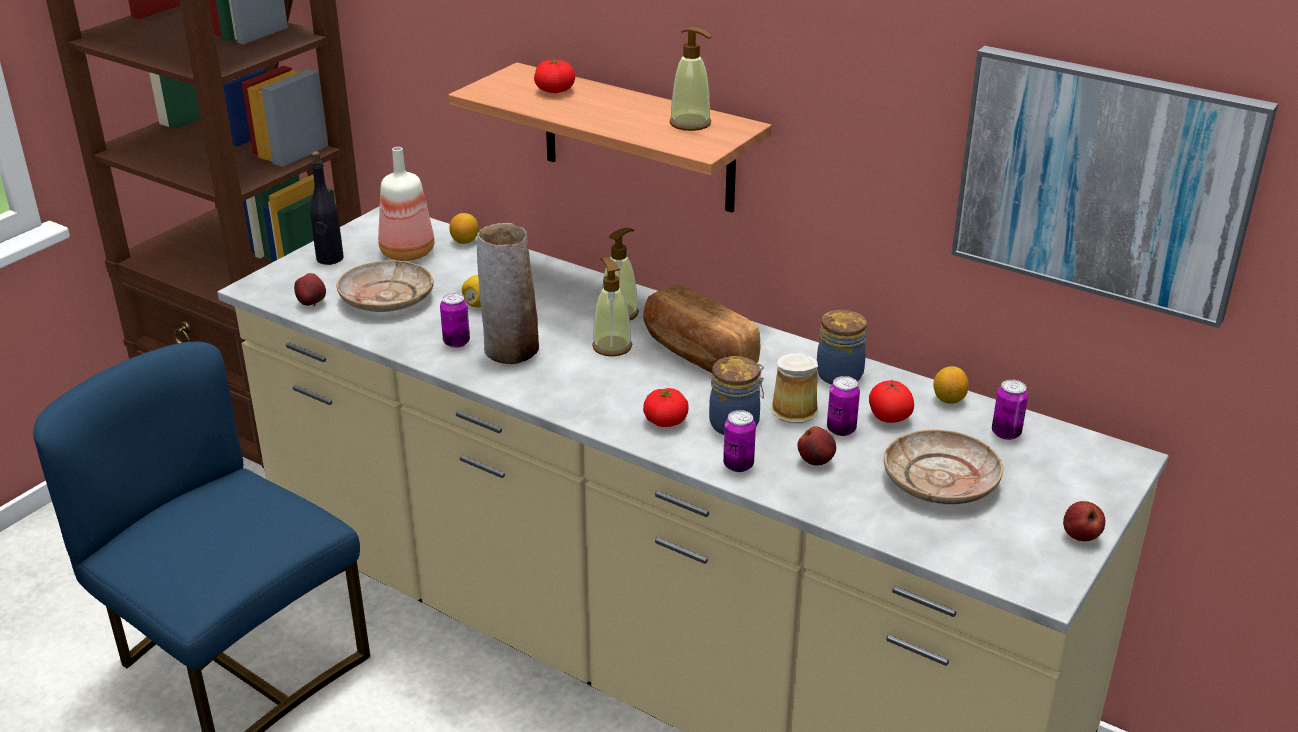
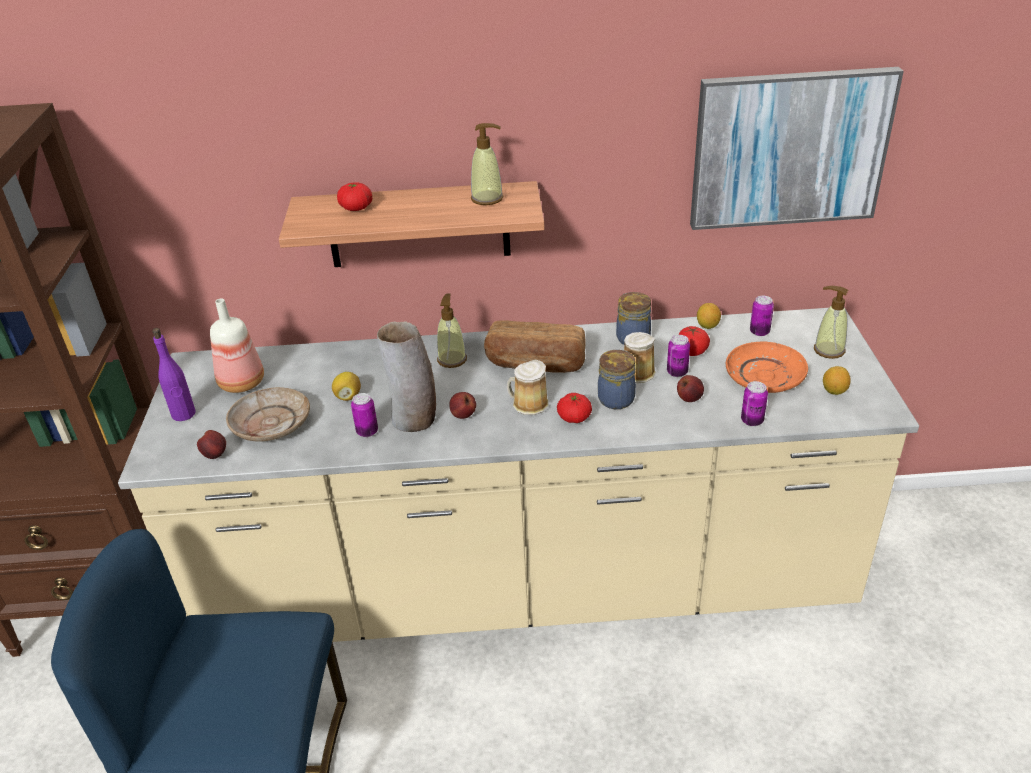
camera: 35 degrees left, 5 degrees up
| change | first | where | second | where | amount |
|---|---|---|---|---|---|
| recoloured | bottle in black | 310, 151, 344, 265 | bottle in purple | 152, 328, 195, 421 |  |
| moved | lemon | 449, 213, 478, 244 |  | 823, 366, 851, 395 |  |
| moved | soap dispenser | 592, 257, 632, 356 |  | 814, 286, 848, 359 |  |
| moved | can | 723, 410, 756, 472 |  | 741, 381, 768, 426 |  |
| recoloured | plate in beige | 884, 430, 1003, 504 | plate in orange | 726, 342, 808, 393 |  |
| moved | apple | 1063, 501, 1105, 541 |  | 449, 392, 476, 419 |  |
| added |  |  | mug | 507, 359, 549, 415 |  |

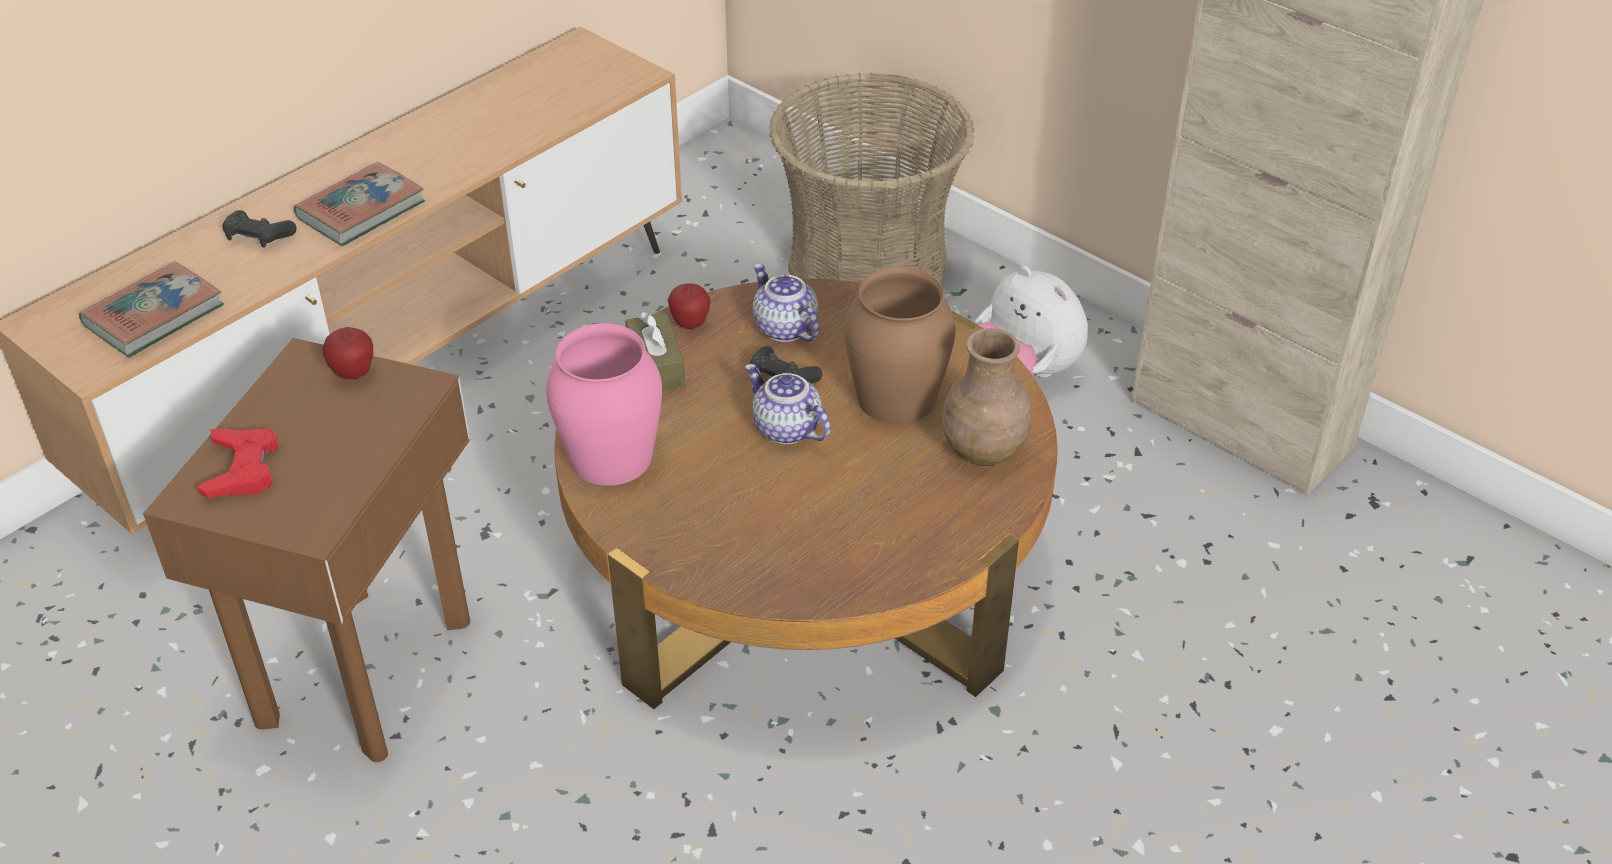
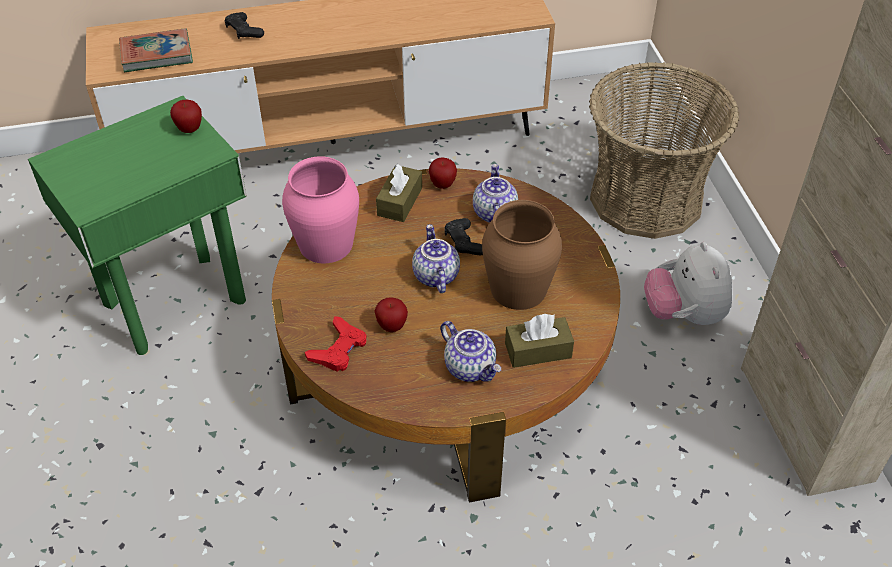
camera: 35 degrees right, 5 degrees up
| change | first | where | second | where | amount |
|---|---|---|---|---|---|
| removed | book | 294, 162, 425, 246 |  |  |  |
| replaced | vase in brown | 941, 328, 1031, 466 | tissue box in brown | 505, 314, 574, 368 |  |
| recoloured | side table in brown | 143, 338, 470, 762 | side table in green | 28, 96, 247, 355 |  |
| moved | game controller in red | 197, 428, 278, 498 |  | 305, 316, 367, 372 |  |
| added |  |  | apple | 375, 297, 408, 332 |  |
| added |  |  | teapot | 441, 321, 501, 382 |  |

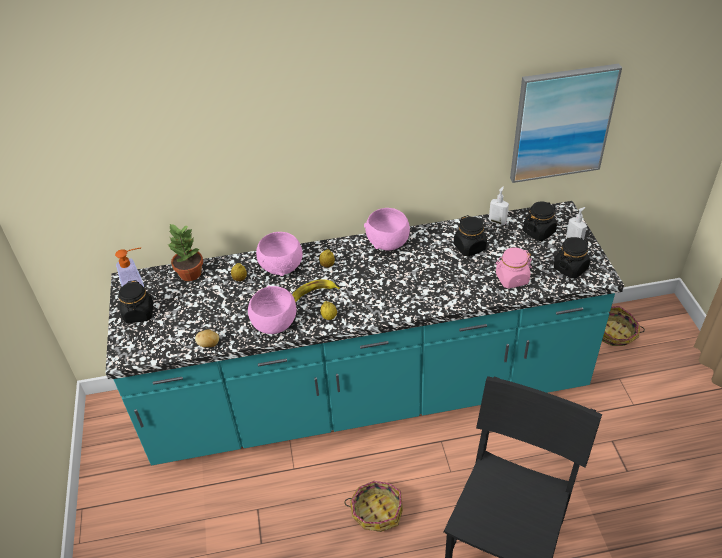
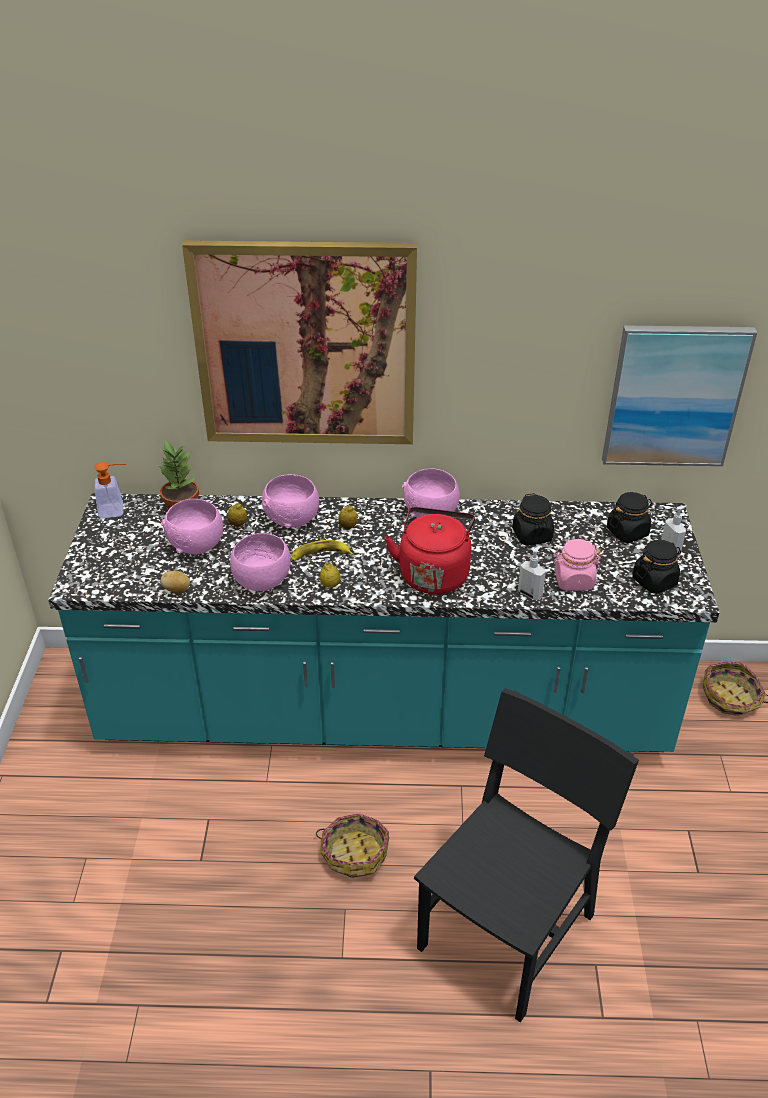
camera: 10 degrees right, 5 degrees down
| change | first | where | second | where | amount |
|---|---|---|---|---|---|
| moved | soap dispenser | 489, 187, 509, 225 |  | 518, 546, 546, 600 |  |
| removed | jar in black | 119, 280, 153, 323 |  |  |  |
| added |  |  | picture | 182, 240, 417, 444 |  |
| added |  |  | bowl in pink | 161, 499, 223, 555 |  |
| added |  |  | kettle in red | 385, 507, 475, 594 |  |

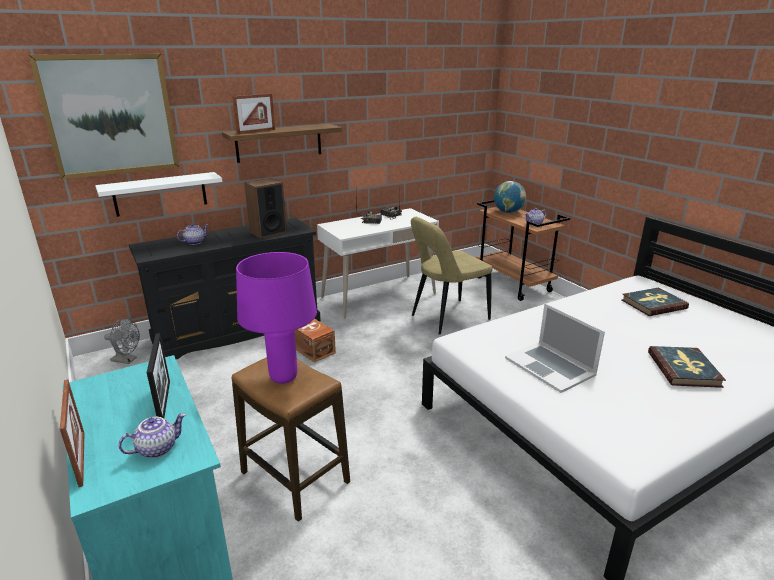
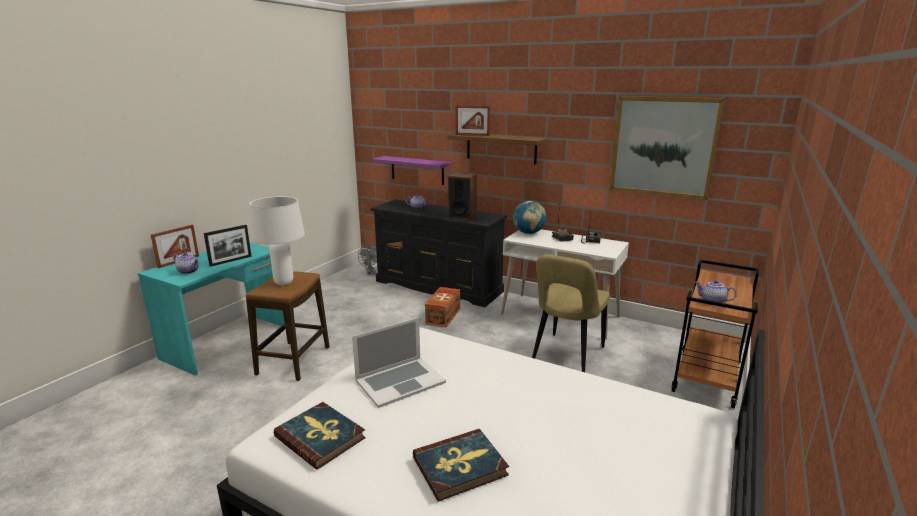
camera: 60 degrees right, 5 degrees down
| change | first | where | second | where | amount |
|---|---|---|---|---|---|
| moved | picture | 29, 54, 179, 180 |  | 610, 96, 725, 200 |  |
| recoloured | shelf in white | 95, 172, 223, 217 | shelf in purple | 372, 156, 451, 185 |  |
| moved | globe | 494, 181, 526, 213 |  | 513, 201, 546, 234 |  |
| turned | chair in beige | 411, 217, 493, 335 |  | 532, 254, 610, 372 | 90 degrees counterclockwise |
| recoloured | table lamp in purple | 236, 252, 317, 384 | table lamp in white | 249, 197, 305, 285 |  |
| moved | book | 621, 288, 689, 316 |  | 274, 402, 366, 470 |  |
| turned | laptop | 505, 303, 605, 393 |  | 352, 317, 446, 408 | 150 degrees counterclockwise |

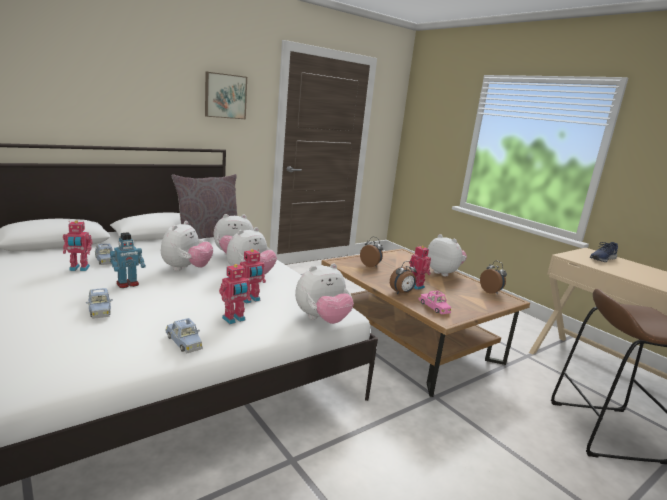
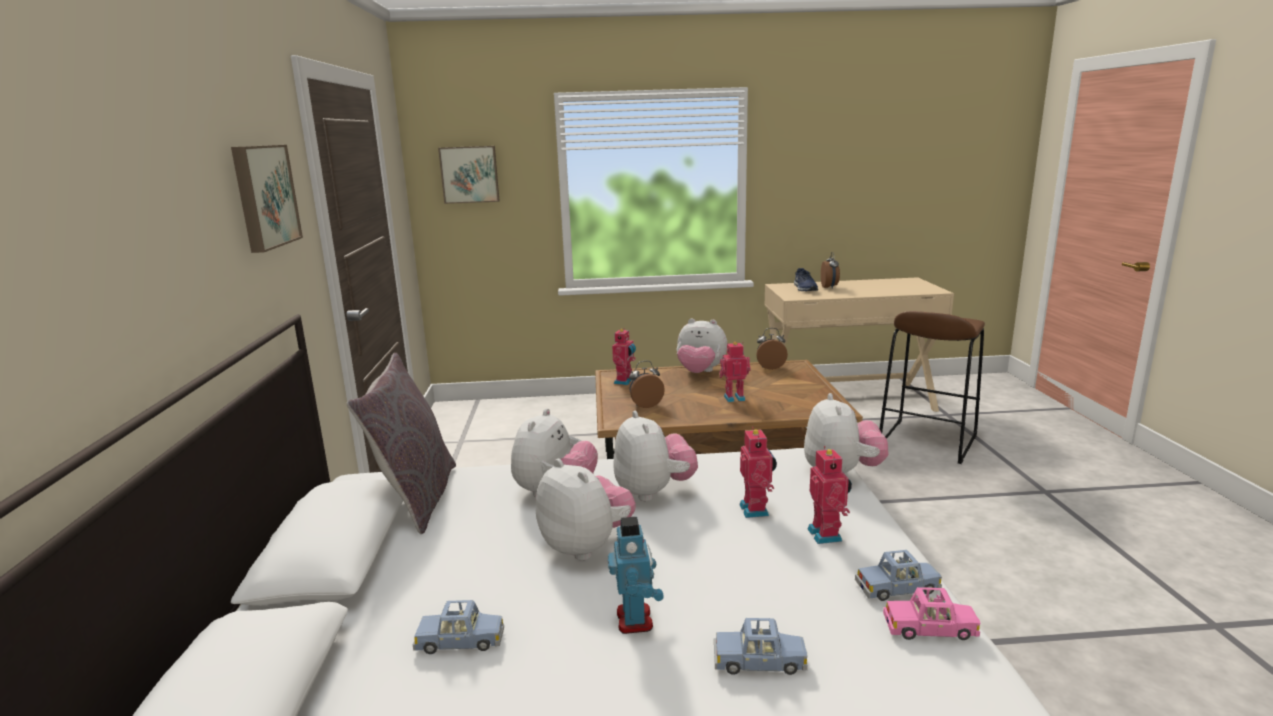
camera: 55 degrees left, 0 degrees up
| change | first | where | second | where | amount |
|---|---|---|---|---|---|
| moved | toy robot | 63, 220, 93, 271 |  | 612, 328, 636, 385 |  |
| turned | plush toy | 427, 234, 467, 277 |  | 676, 318, 727, 373 | 150 degrees counterclockwise |
| moved | alarm clock | 390, 261, 417, 294 |  | 821, 252, 840, 289 |  |
| moved | toy car in pink | 419, 291, 451, 314 |  | 883, 587, 980, 640 |  |
| added |  |  | picture | 438, 146, 499, 204 |  |

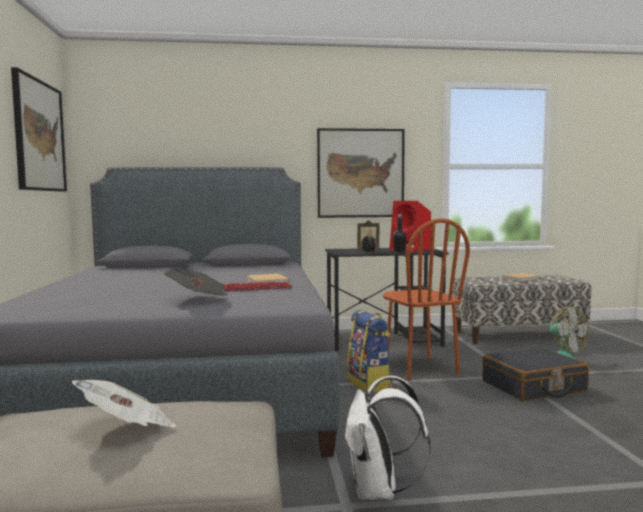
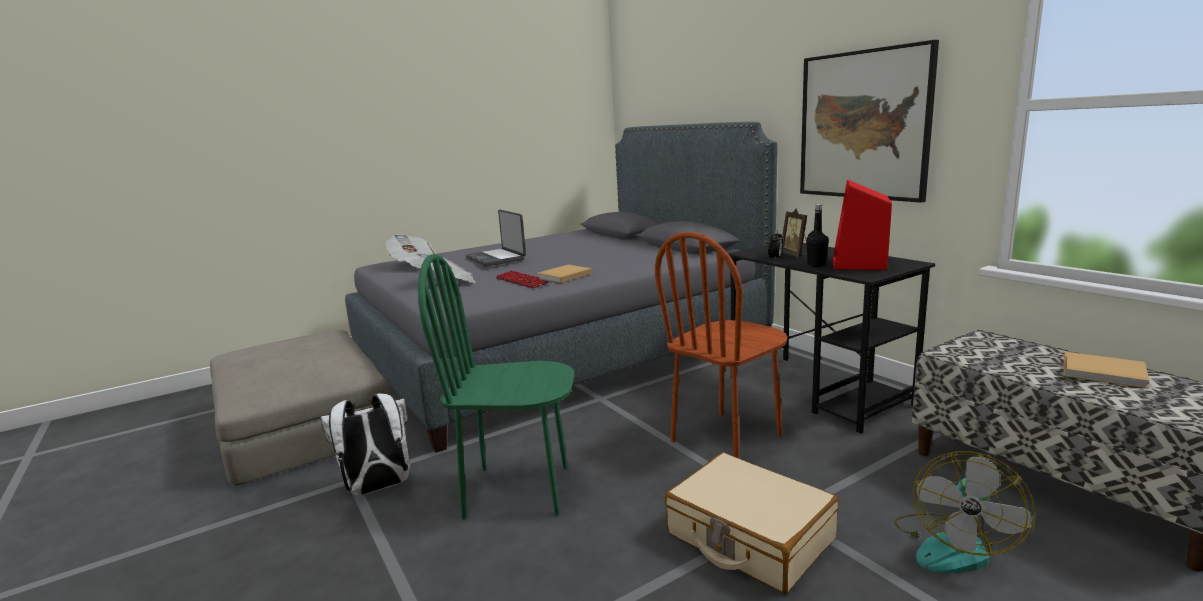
camera: 65 degrees right, 10 degrees up
| change | first | where | second | where | amount |
|---|---|---|---|---|---|
| removed | picture | 11, 67, 67, 192 |  |  |  |
| removed | backpack | 347, 310, 393, 393 |  |  |  |
| recoloured | suitcase in black | 482, 348, 589, 401 | suitcase in beige | 665, 453, 839, 594 |  |
| moved | newspaper | 72, 380, 176, 427 |  | 385, 234, 436, 268 |  |
| added |  |  | laptop | 465, 210, 526, 266 |  |
| added |  |  | chair in green | 418, 254, 574, 520 |  |

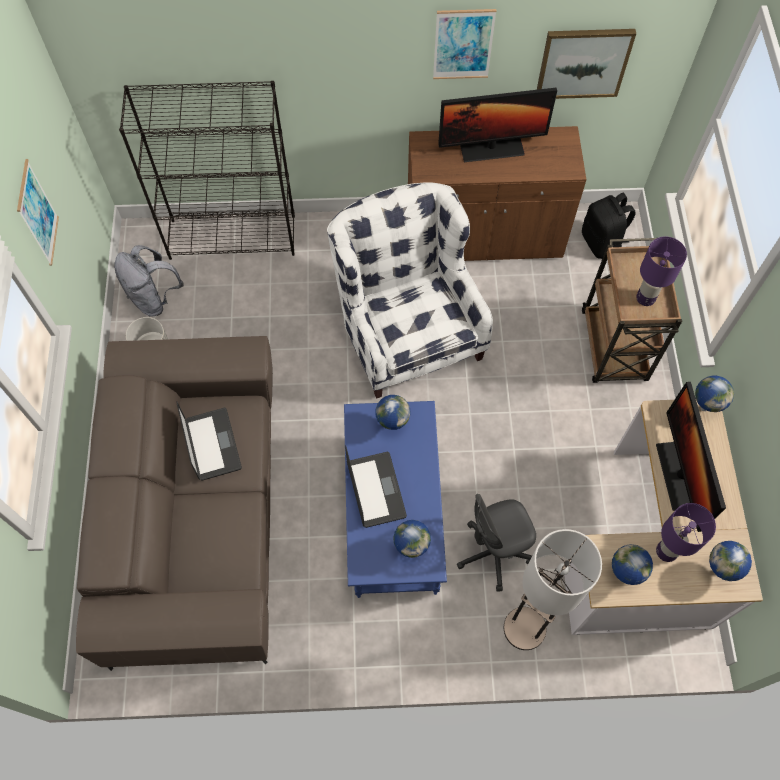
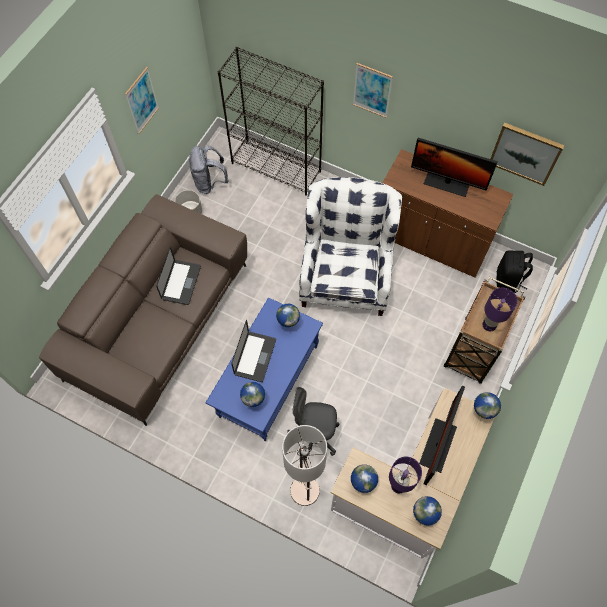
camera: 30 degrees right, 0 degrees up
| change | first | where | second | where | amount |
|---|---|---|---|---|---|
| moved | picture | 433, 9, 496, 79 |  | 353, 63, 393, 118 |  |

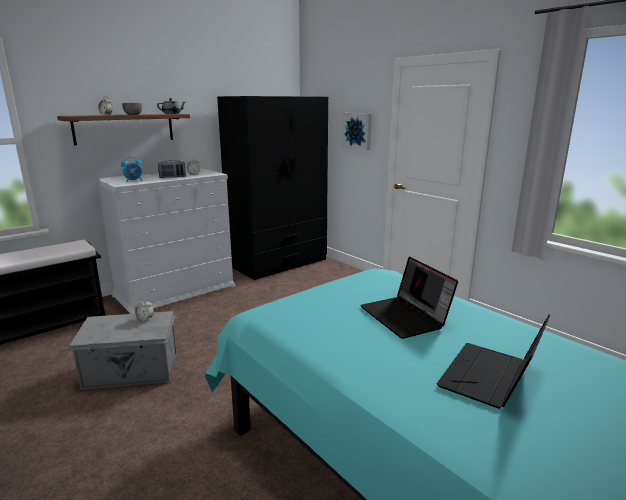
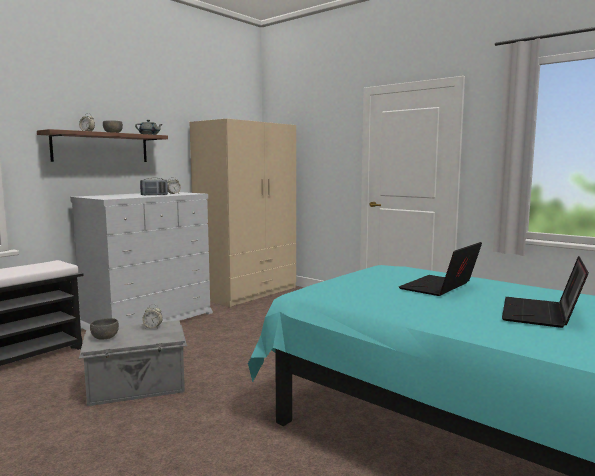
camera: 10 degrees left, 10 degrees down
| change | first | where | second | where | amount |
|---|---|---|---|---|---|
| recoloured | wardrobe in black | 217, 96, 328, 280 | wardrobe in beige | 189, 119, 296, 307 |  |
| removed | picture | 343, 113, 372, 150 |  |  |  |
| removed | alarm clock | 121, 157, 142, 182 |  |  |  |
| turned | laptop | 360, 256, 458, 339 |  | 399, 242, 482, 296 | 75 degrees clockwise |
| added |  |  | bowl in grey | 90, 318, 119, 339 |  |

